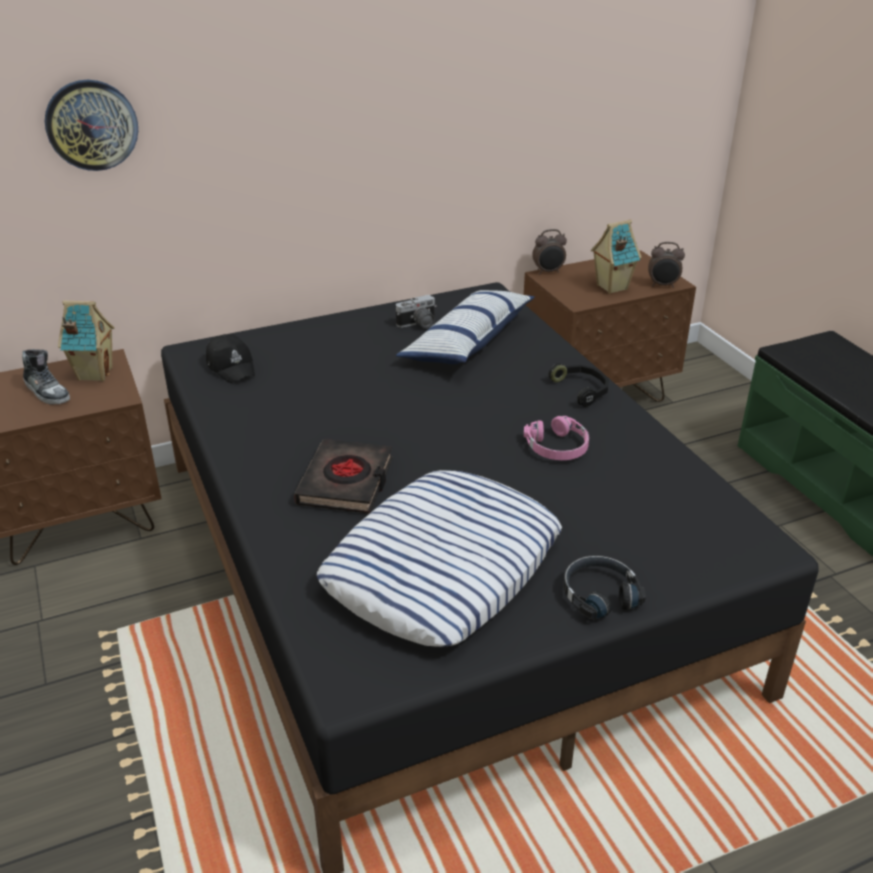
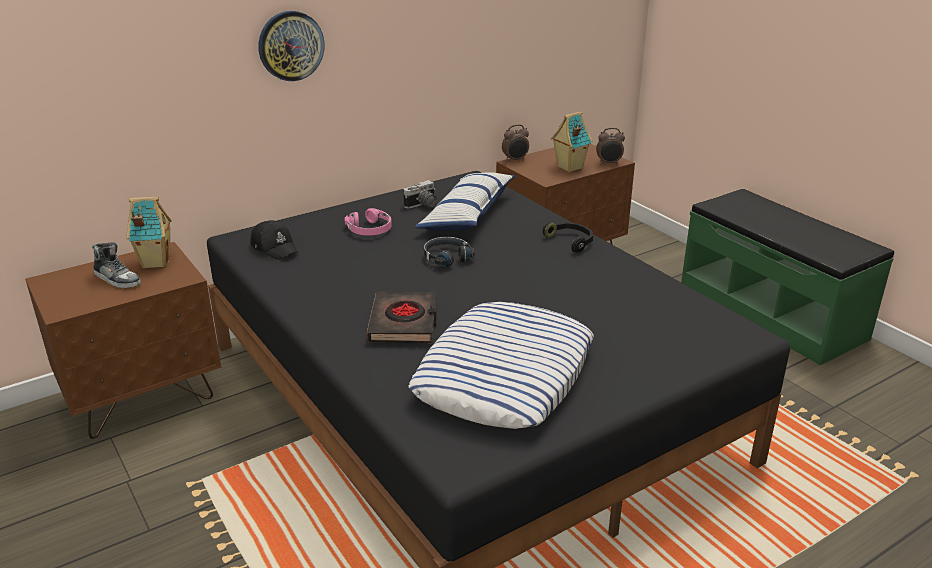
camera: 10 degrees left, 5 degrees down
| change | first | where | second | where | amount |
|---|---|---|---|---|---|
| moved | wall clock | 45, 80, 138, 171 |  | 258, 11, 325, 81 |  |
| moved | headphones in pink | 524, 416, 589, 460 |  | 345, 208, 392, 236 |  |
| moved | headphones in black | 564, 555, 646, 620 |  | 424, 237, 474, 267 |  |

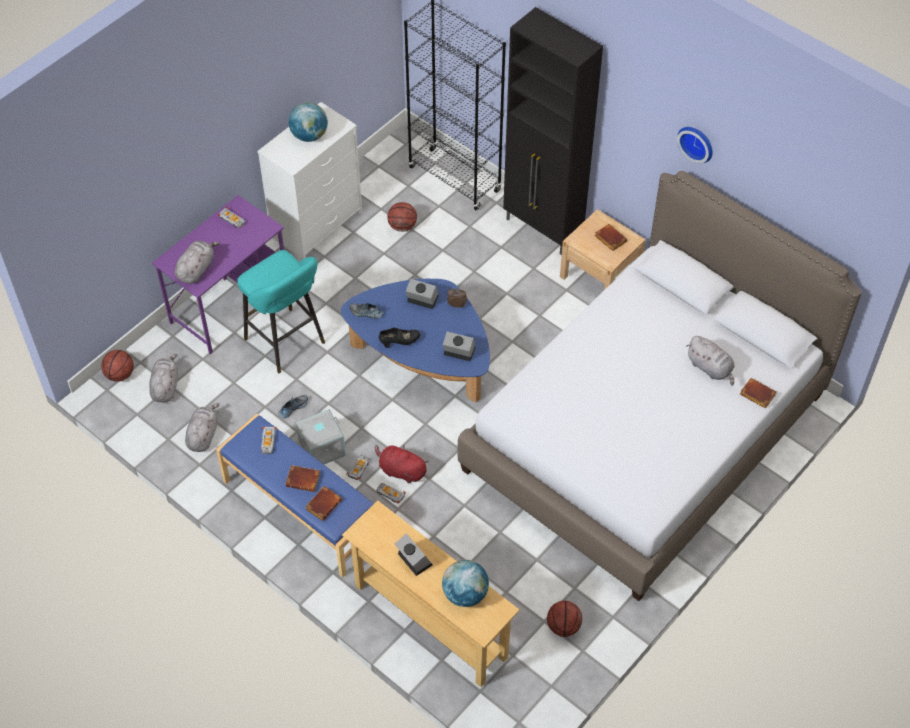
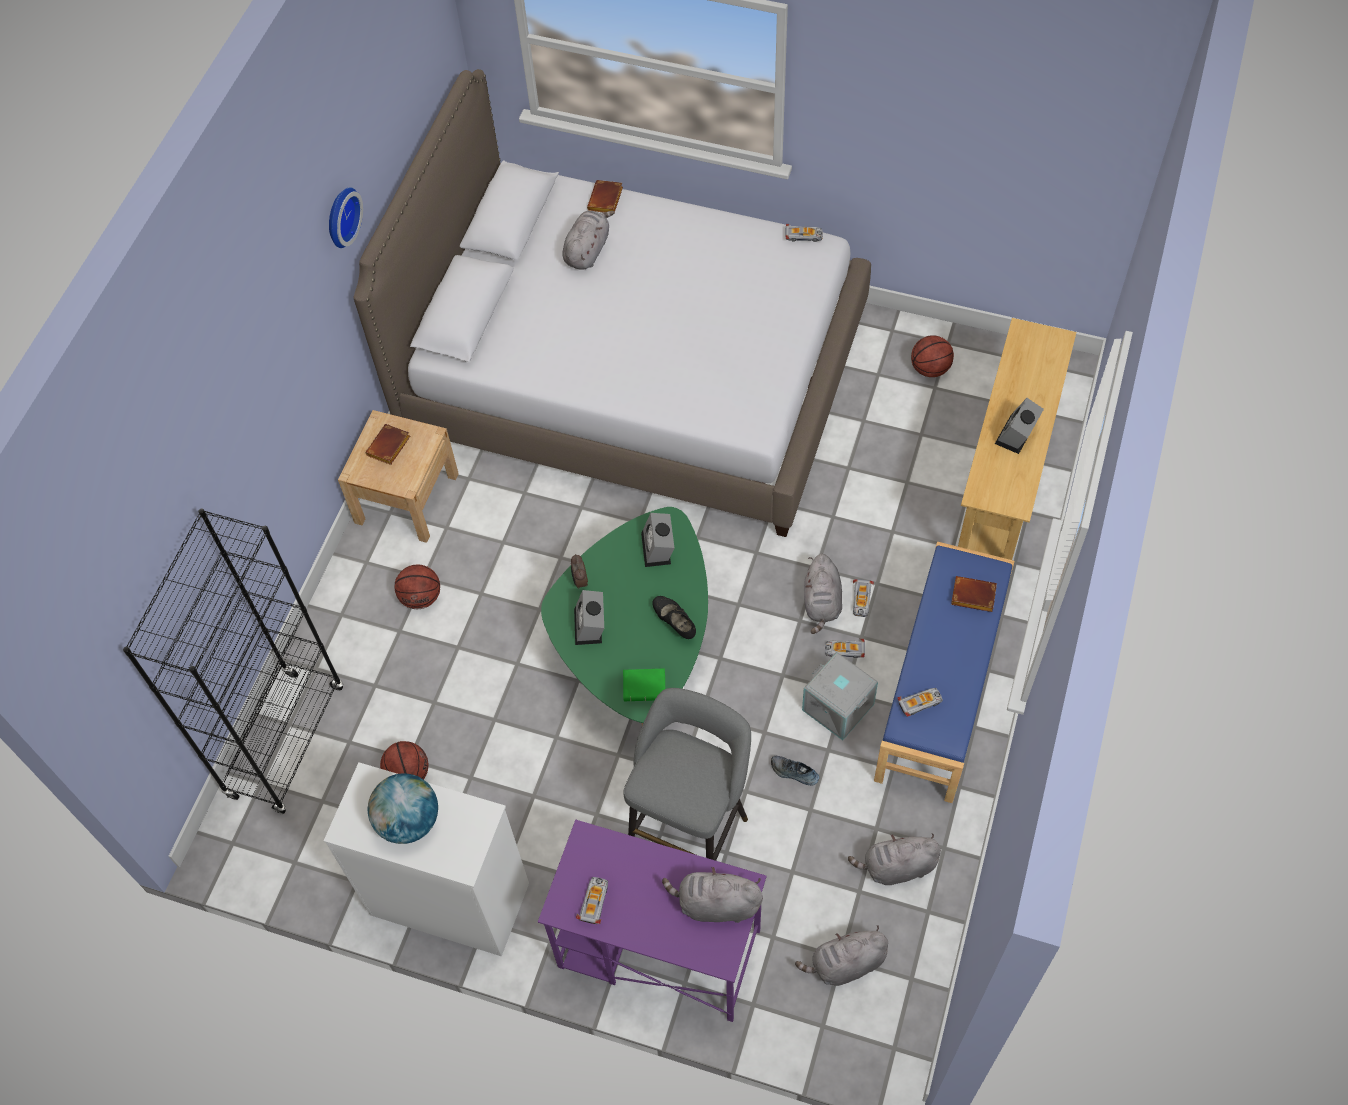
camera: 110 degrees left, 5 degrees up
| change | first | where | second | where | amount |
|---|---|---|---|---|---|
| removed | cabinet in black | 503, 7, 603, 255 |  |  |  |
| recoloured | stool in turquoise | 237, 250, 325, 373 | stool in grey | 623, 688, 751, 861 |  |
| recoloured | coffee table in blue | 341, 279, 490, 403 | coffee table in green | 541, 507, 708, 725 |  |
| replaced | shoe | 350, 303, 383, 319 | book in green | 623, 668, 665, 701 |  |
| moved | basketball | 101, 350, 134, 382 |  | 394, 565, 440, 609 |  |
| recoloured | plush toy in red | 375, 445, 428, 483 | plush toy in grey | 804, 554, 842, 634 |  |
| removed | book in brown | 285, 465, 320, 492 |  |  |  |
| removed | globe | 442, 560, 489, 607 |  |  |  |
| added |  |  | toy car | 785, 224, 823, 242 |  |

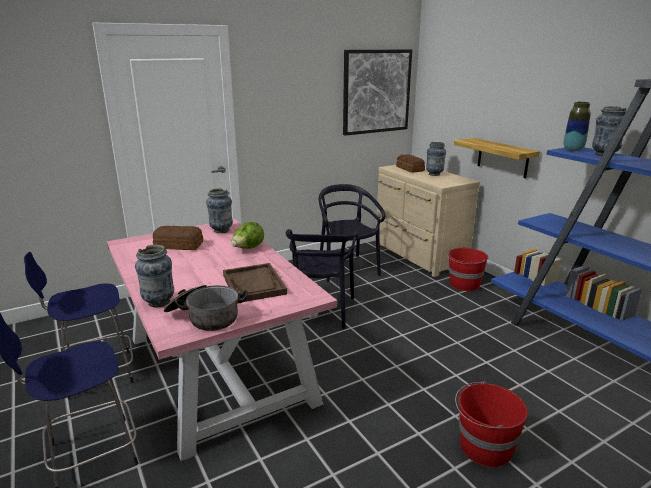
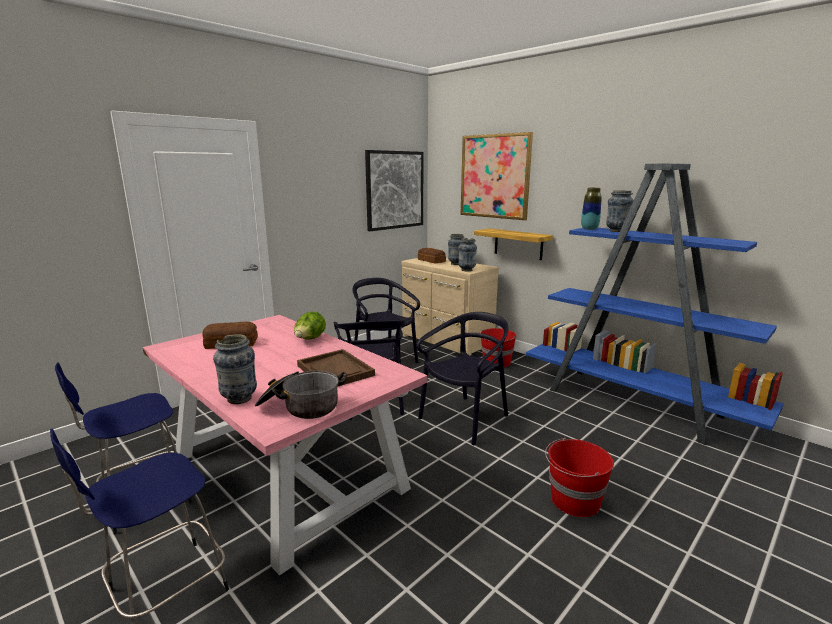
camera: 15 degrees left, 5 degrees down
| change | first | where | second | where | amount |
|---|---|---|---|---|---|
| moved | vase | 206, 188, 233, 233 |  | 458, 238, 477, 271 |  |
| added |  |  | picture | 461, 132, 533, 220 |  |
| added |  |  | chair in black | 417, 312, 509, 445 |  |

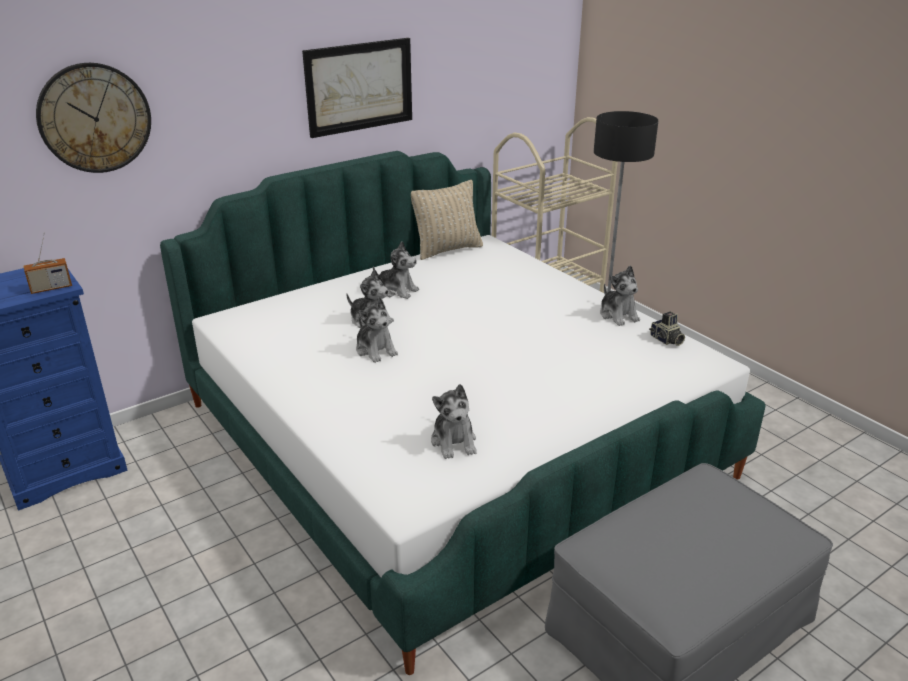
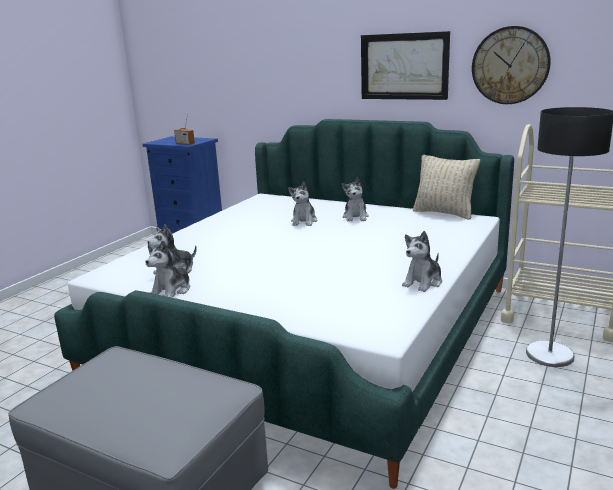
camera: 65 degrees right, 10 degrees down
| change | first | where | second | where | amount |
|---|---|---|---|---|---|
| moved | wall clock | 36, 63, 151, 173 |  | 472, 26, 551, 104 |  |
| moved | plush toy | 356, 297, 398, 363 |  | 145, 240, 190, 298 |  |
| removed | photo camera | 649, 312, 685, 346 |  |  |  |

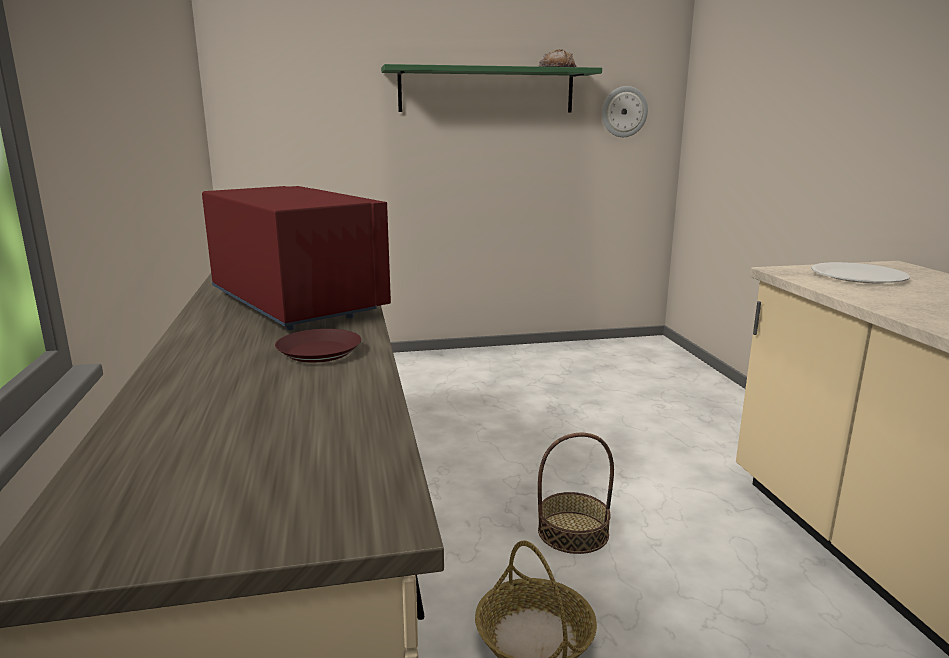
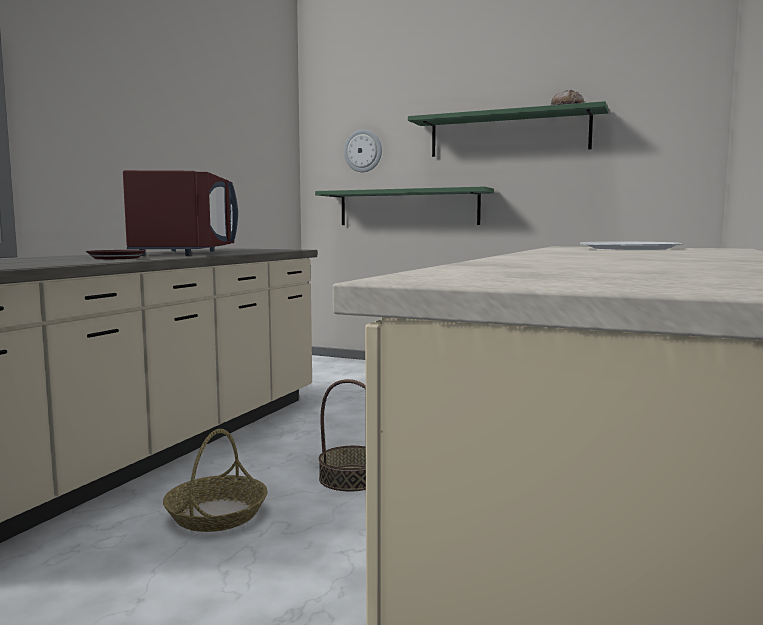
camera: 35 degrees right, 10 degrees down
| change | first | where | second | where | amount |
|---|---|---|---|---|---|
| moved | wall clock | 602, 86, 648, 137 |  | 344, 129, 382, 172 |  |
| added |  |  | shelf in green | 315, 186, 494, 225 |  |

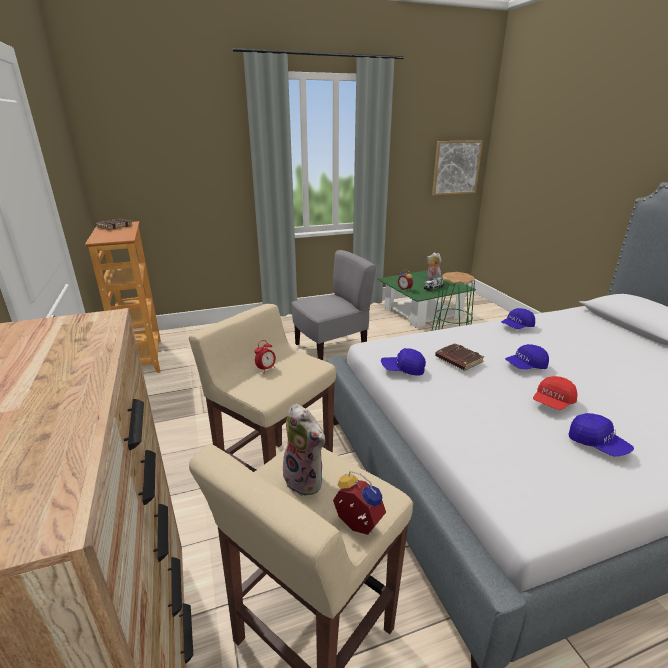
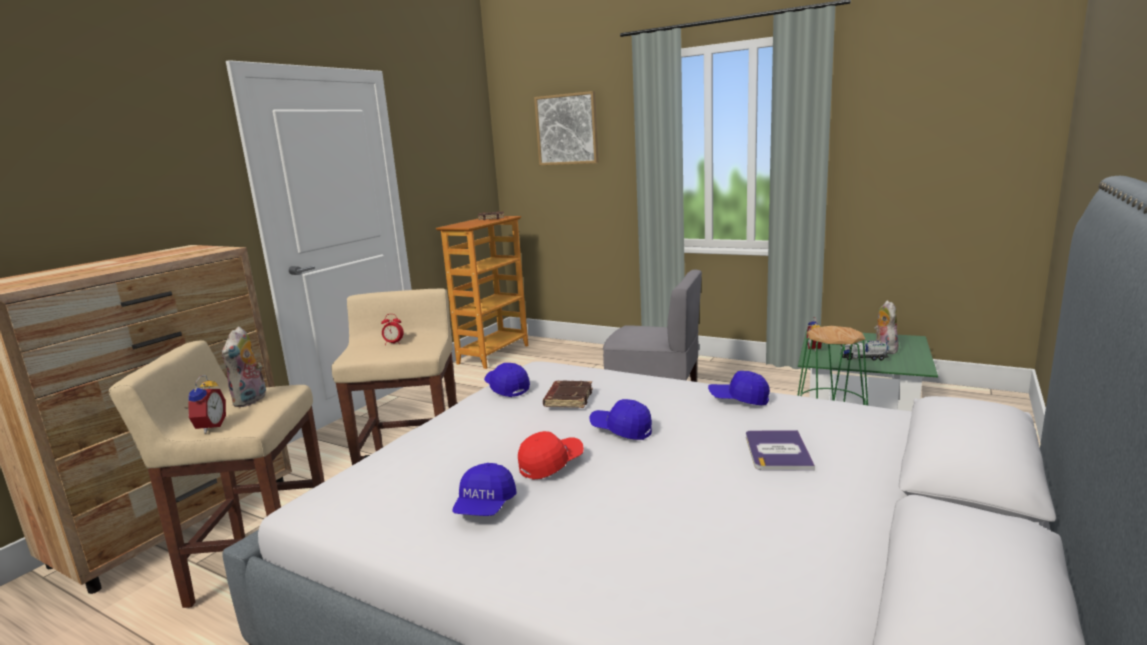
camera: 50 degrees right, 10 degrees down
| change | first | where | second | where | amount |
|---|---|---|---|---|---|
| moved | picture | 432, 140, 483, 195 |  | 534, 91, 599, 165 |  |
| turned | cap in red | 533, 376, 577, 410 |  | 518, 431, 584, 480 | 135 degrees clockwise |
| added |  |  | book | 746, 430, 815, 471 |  |

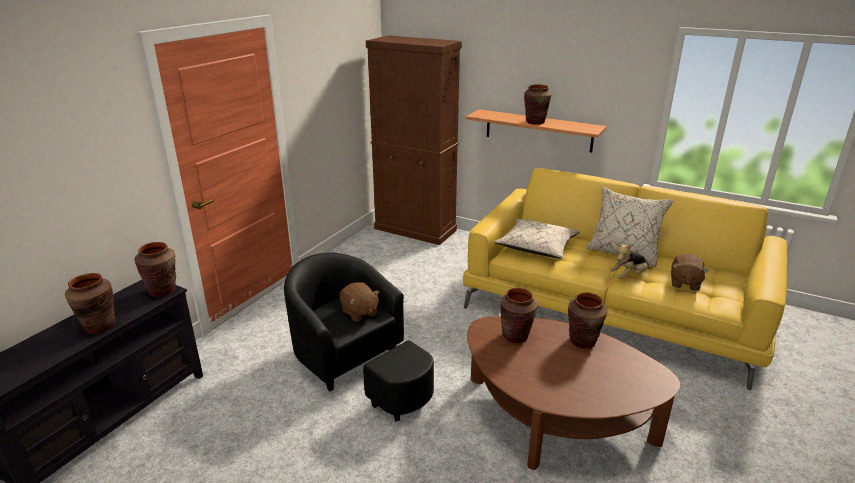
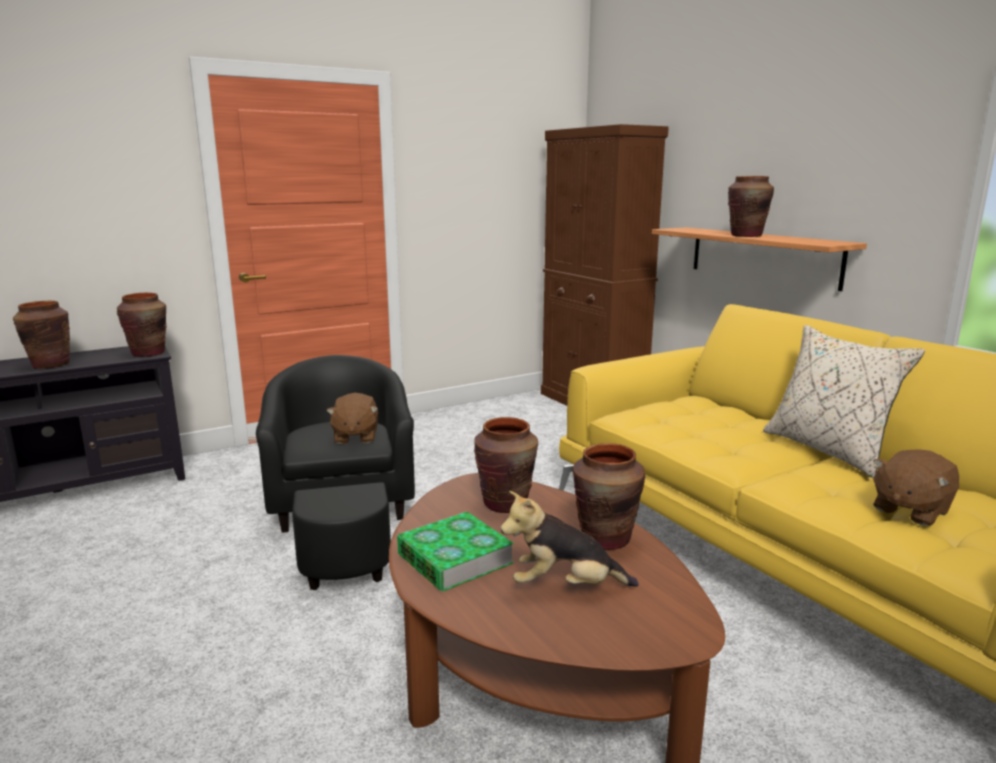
camera: 30 degrees right, 10 degrees down
| change | first | where | second | where | amount |
|---|---|---|---|---|---|
| removed | pillow in beige | 494, 219, 580, 259 |  |  |  |
| moved | plush toy | 610, 244, 650, 279 |  | 500, 491, 639, 586 |  |
| added |  |  | book | 397, 512, 514, 592 |  |

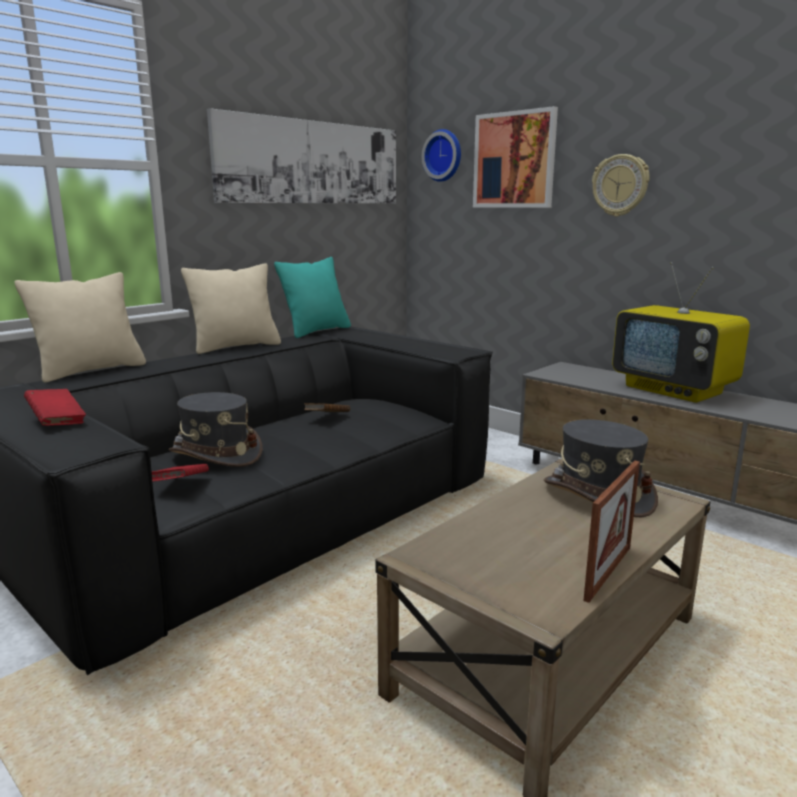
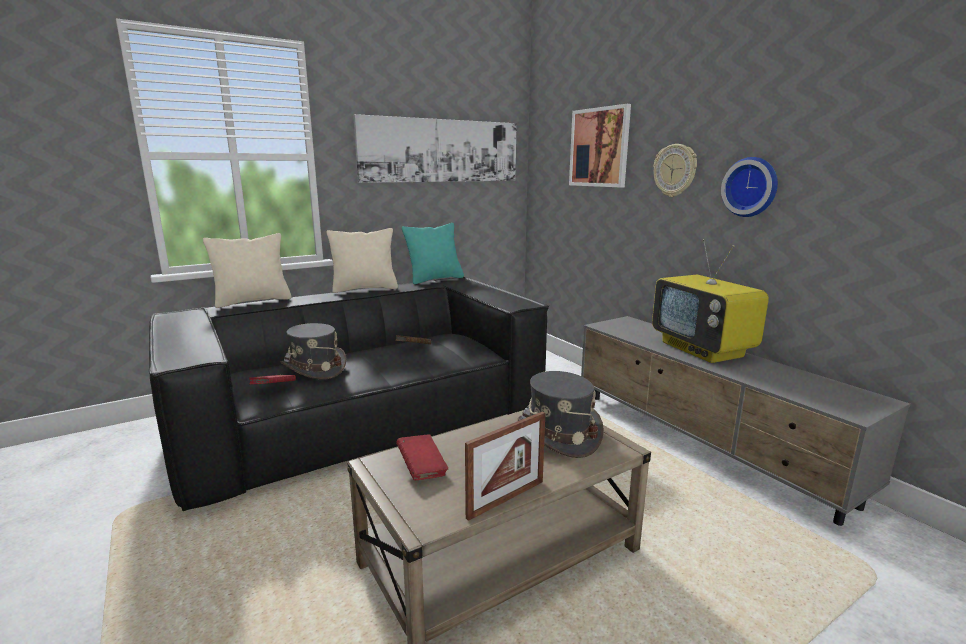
camera: 15 degrees right, 0 degrees up
| change | first | where | second | where | amount |
|---|---|---|---|---|---|
| moved | wall clock | 422, 129, 461, 182 |  | 721, 157, 778, 217 |  |
| moved | book in red | 24, 389, 86, 426 |  | 396, 434, 448, 480 |  |

